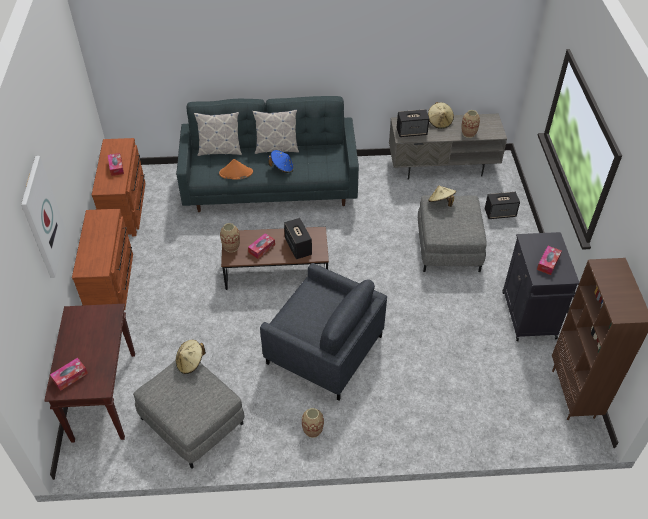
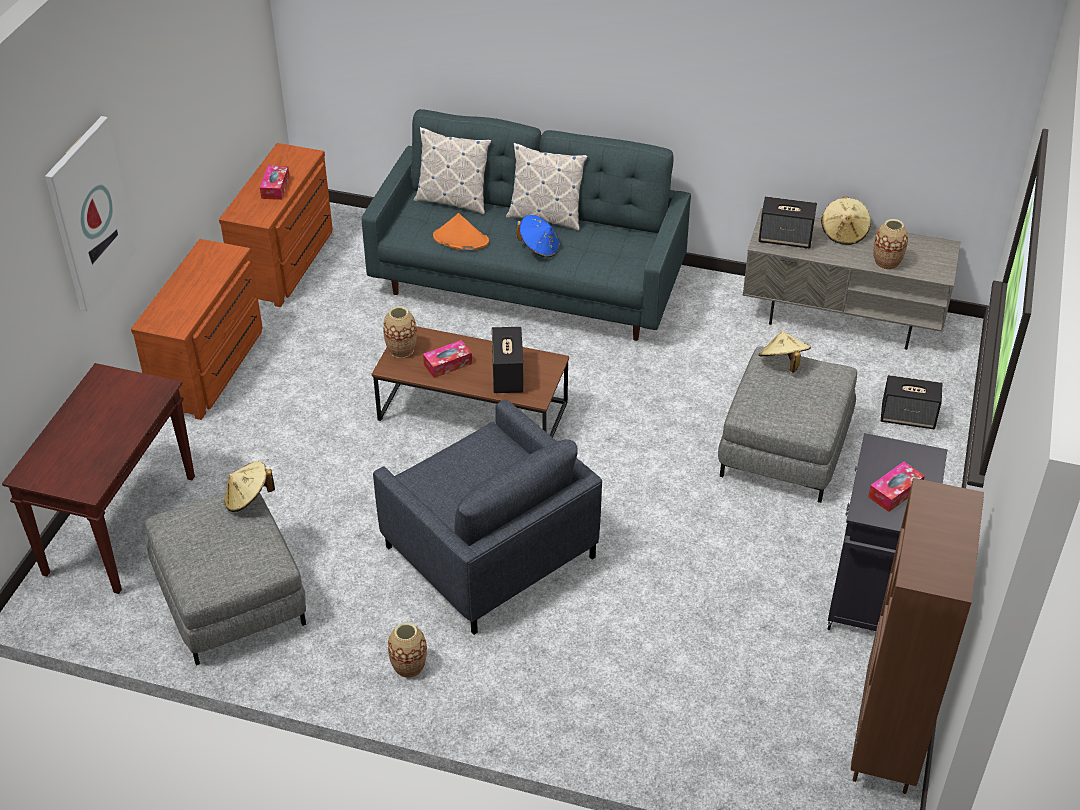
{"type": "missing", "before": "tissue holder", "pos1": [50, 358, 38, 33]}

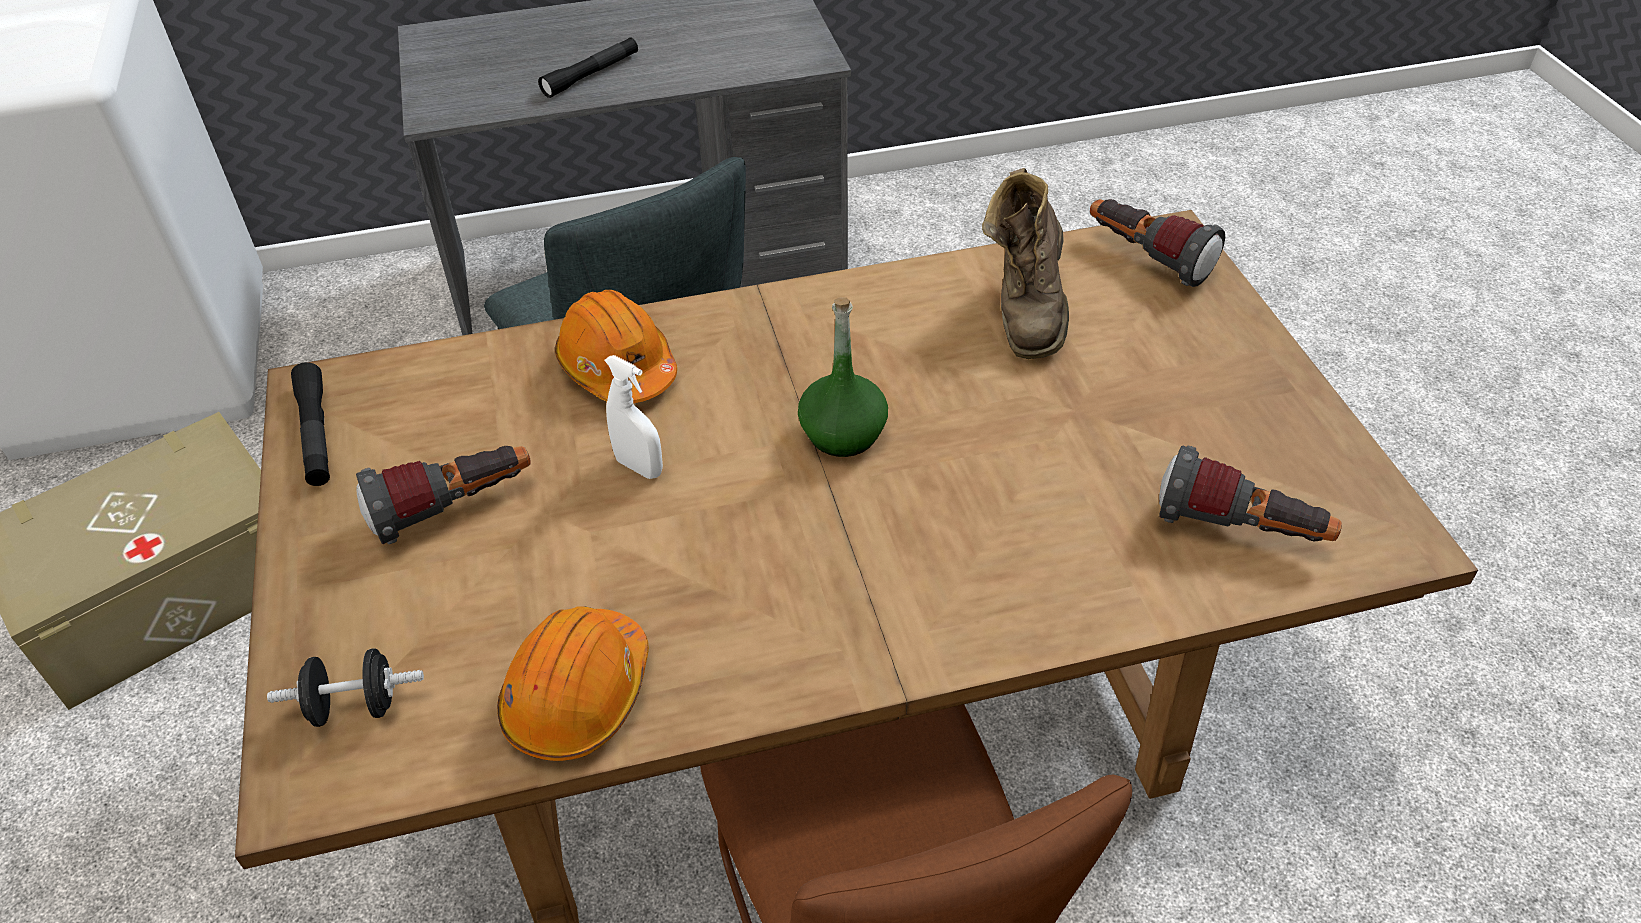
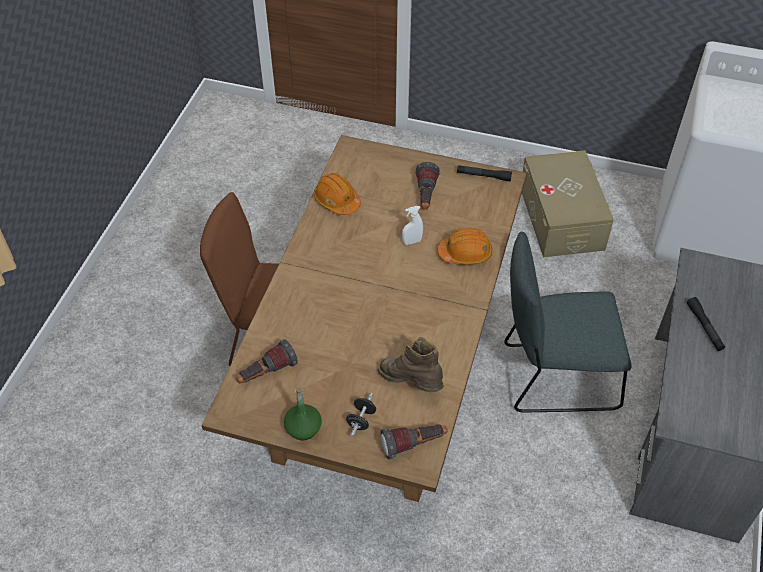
{"type": "relocated", "before": "black free weight", "pos1": [267, 648, 157, 79], "pos2": [346, 393, 30, 43]}
{"type": "relocated", "before": "greenish bottle", "pos1": [798, 297, 90, 160], "pos2": [284, 387, 38, 53]}

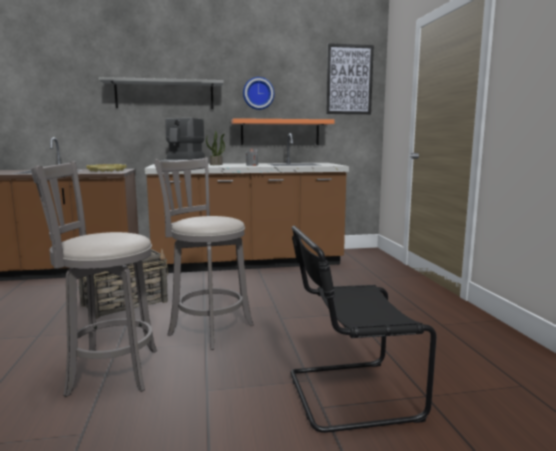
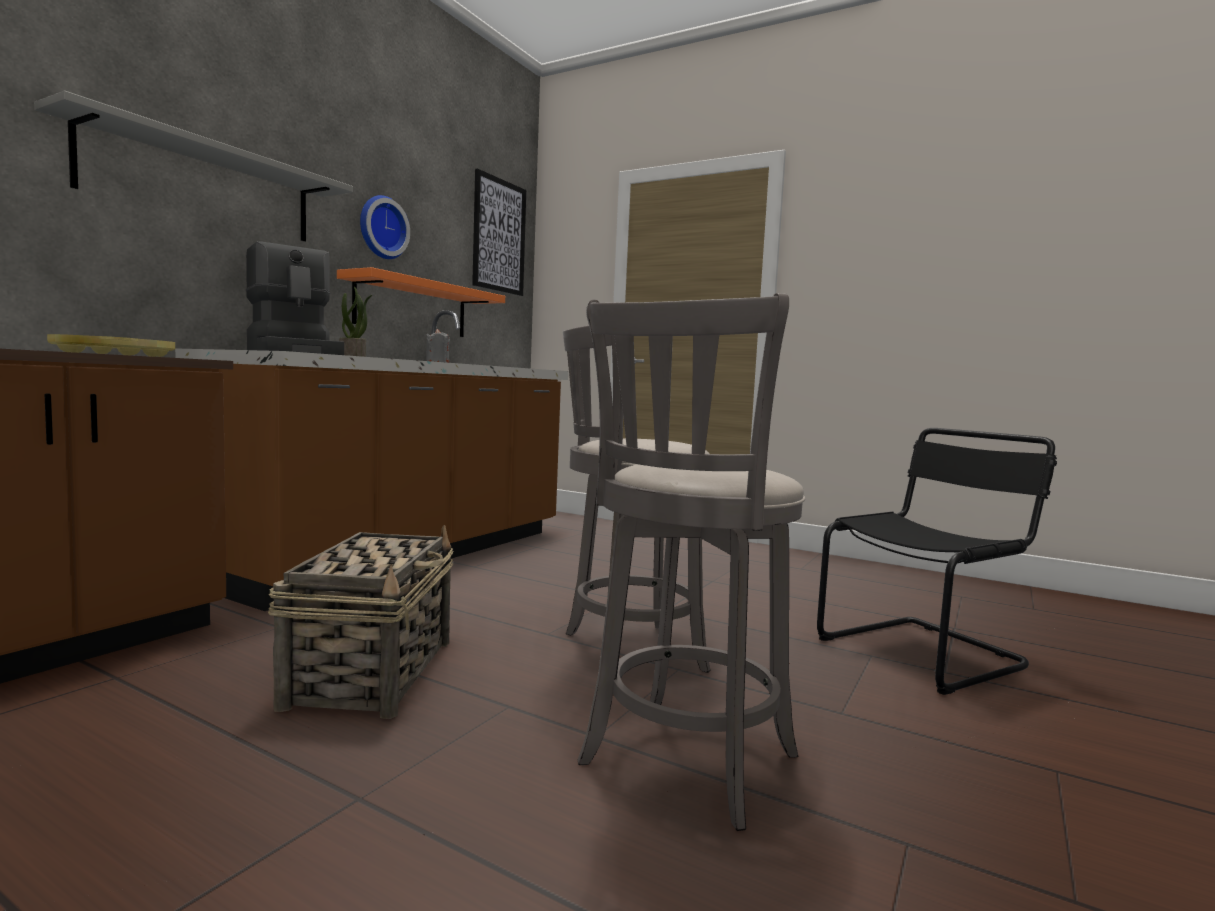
{"type": "spun", "before": "black chair", "pos1": [290, 226, 147, 207], "pos2": [817, 428, 240, 267], "turn": -150}

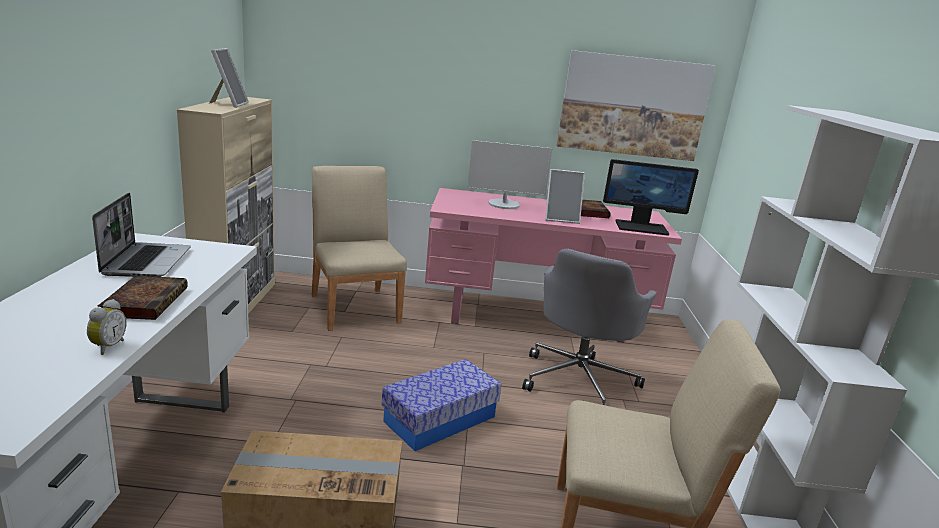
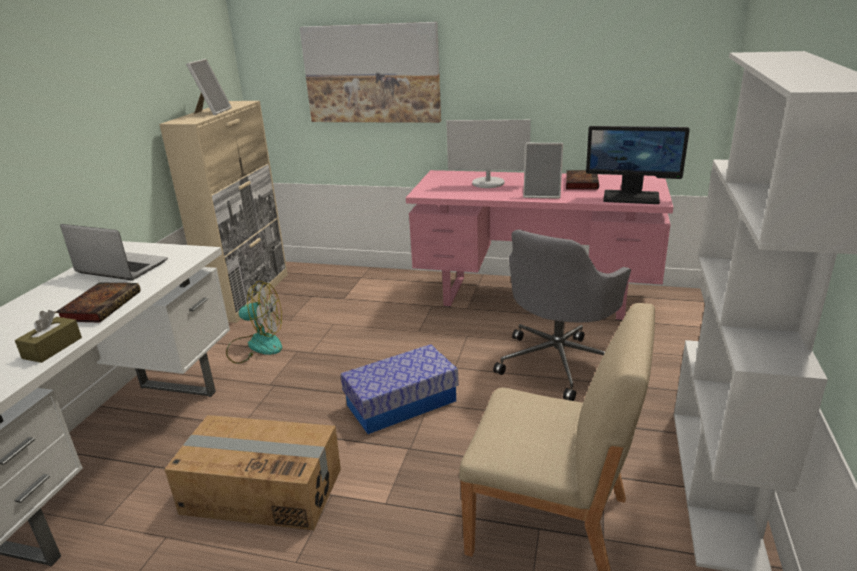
{"type": "exchanged", "before": "alarm clock", "after": "brown-coloured tissue holder", "pos1": [87, 299, 39, 56], "pos2": [15, 310, 67, 53]}
{"type": "spun", "before": "laptop", "pos1": [92, 193, 99, 84], "pos2": [60, 224, 108, 56], "turn": -75}
{"type": "missing", "before": "beige chair", "pos1": [312, 166, 95, 165]}
{"type": "relocated", "before": "wall picture", "pos1": [557, 50, 159, 111], "pos2": [300, 22, 141, 101]}
{"type": "appeared", "after": "cooling fan", "pos2": [226, 281, 56, 83]}

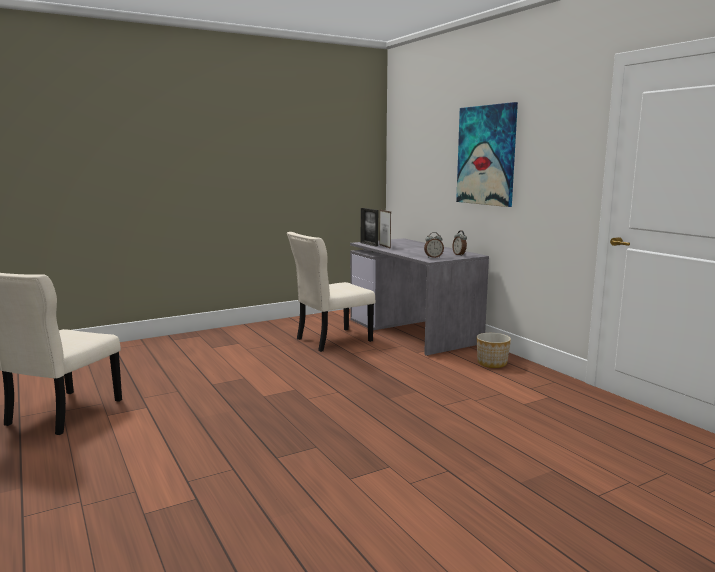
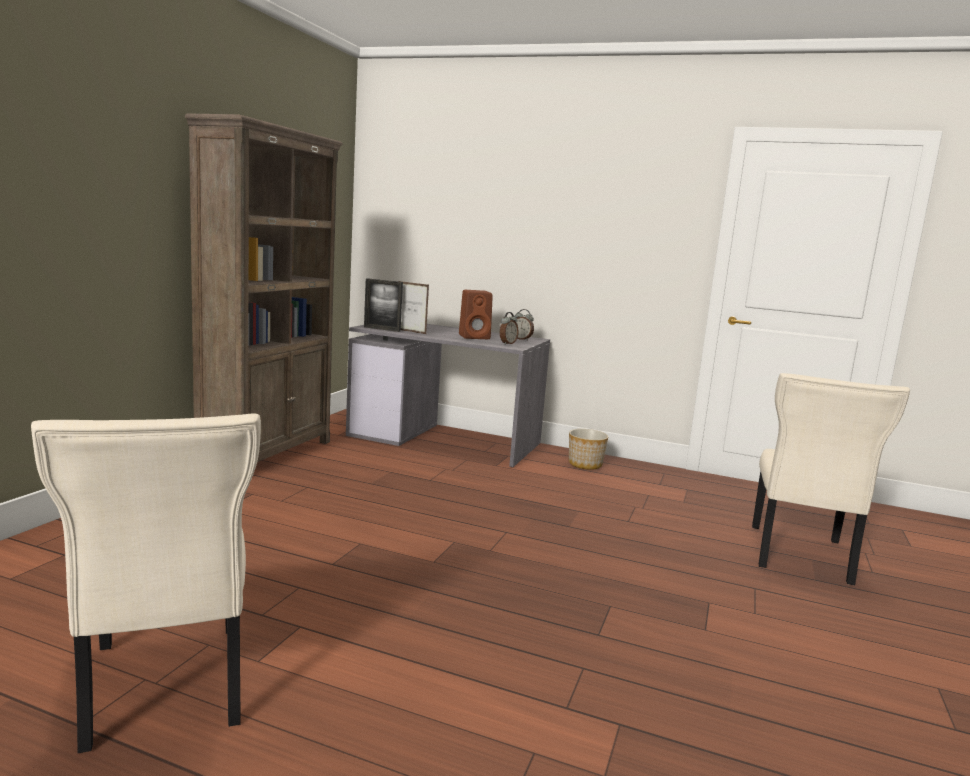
{"type": "relocated", "before": "beige chair", "pos1": [287, 232, 88, 120], "pos2": [752, 373, 158, 212]}
{"type": "missing", "before": "wall picture", "pos1": [456, 102, 62, 105]}
{"type": "appeared", "after": "brown-coloured shelving unit", "pos2": [185, 113, 158, 349]}
{"type": "appeared", "after": "brown-coloured speaker", "pos2": [459, 290, 33, 49]}

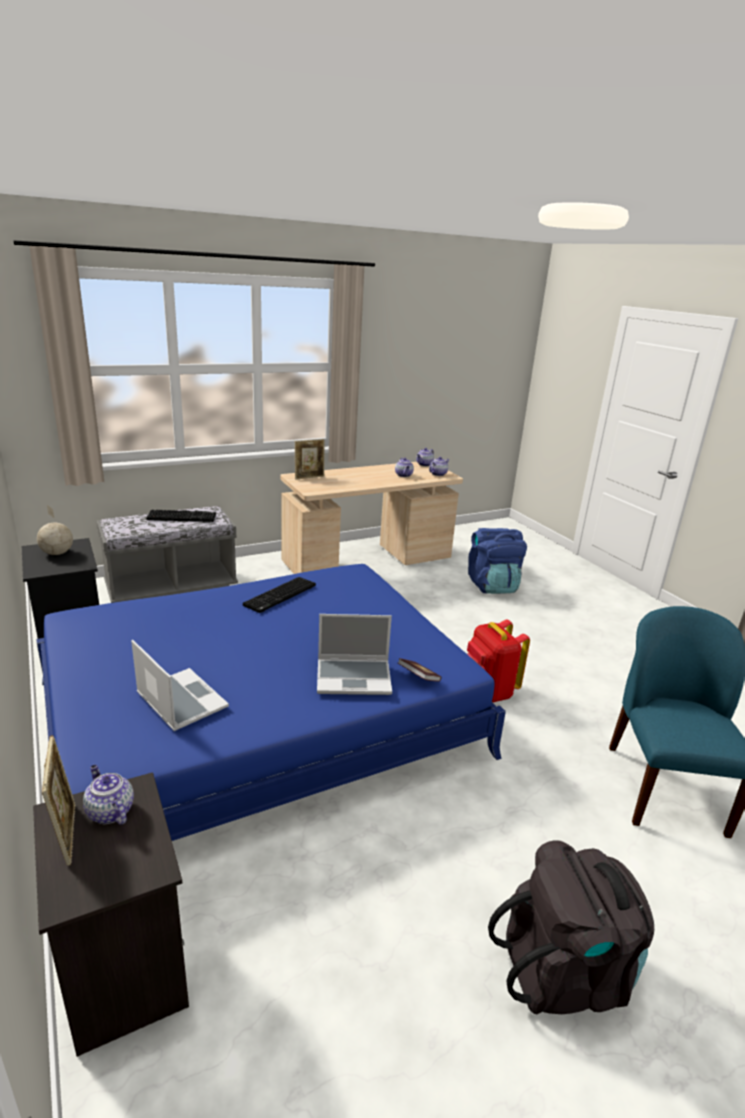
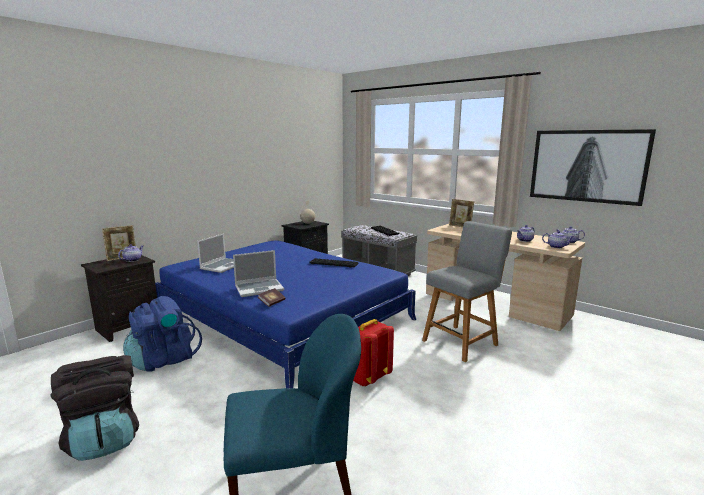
{"type": "spun", "before": "laptop", "pos1": [317, 614, 75, 81], "pos2": [233, 250, 51, 47], "turn": -90}
{"type": "relocated", "before": "blue-coloured rucksack", "pos1": [468, 528, 59, 66], "pos2": [123, 296, 79, 76]}
{"type": "appeared", "after": "grey chair", "pos2": [422, 221, 90, 141]}
{"type": "appeared", "after": "wall picture", "pos2": [530, 129, 126, 77]}

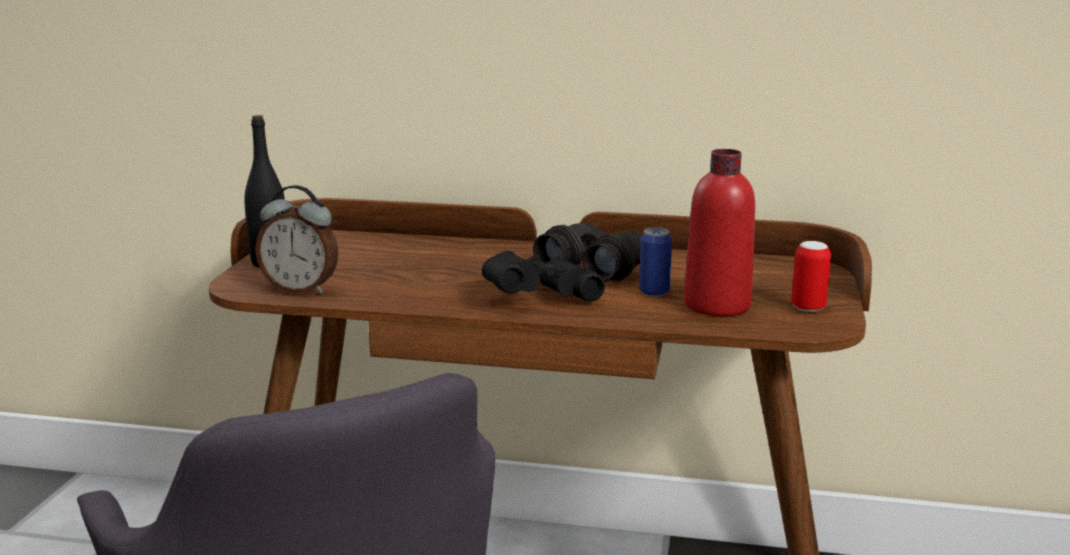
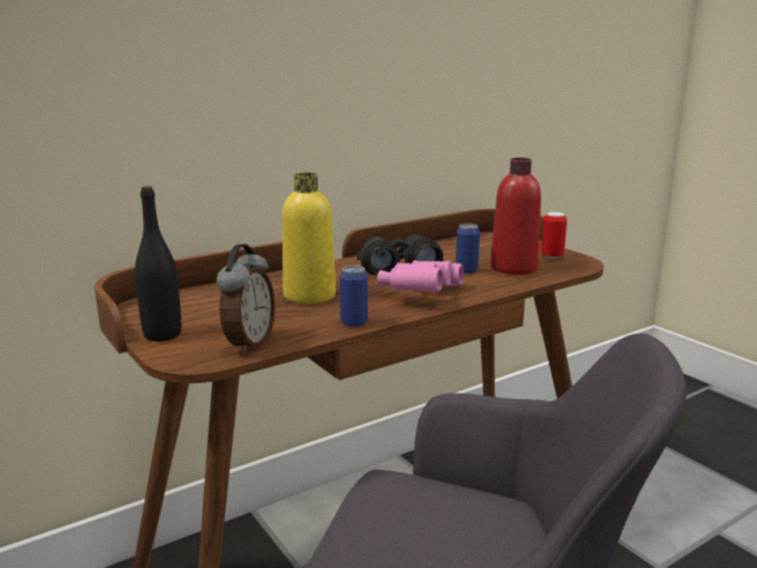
{"type": "spun", "before": "alarm clock", "pos1": [255, 185, 84, 109], "pos2": [216, 244, 59, 110], "turn": -45}
{"type": "colour", "before": "black pair of binoculars", "after": "pinkish pair of binoculars", "pos1": [482, 251, 123, 51], "pos2": [377, 260, 87, 32]}
{"type": "appeared", "after": "yellowish bottle", "pos2": [282, 172, 54, 132]}
{"type": "appeared", "after": "metal can", "pos2": [340, 265, 28, 62]}

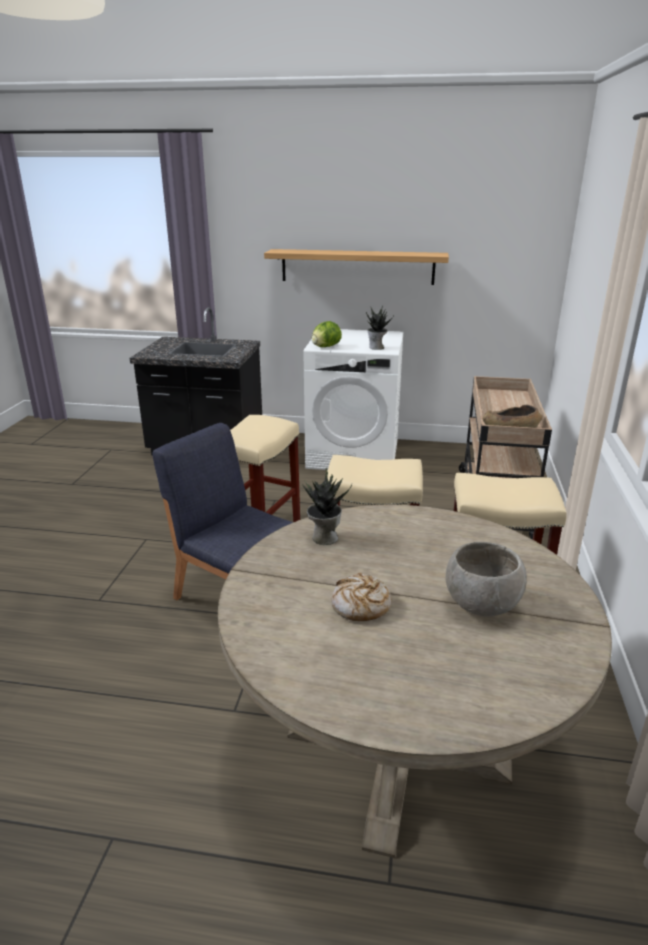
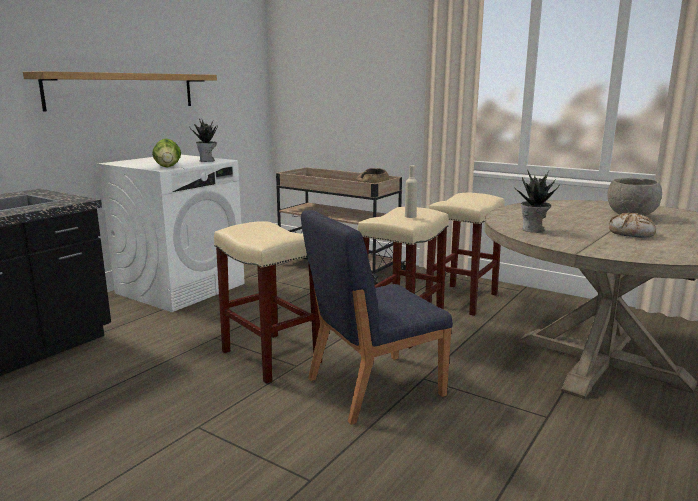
{"type": "appeared", "after": "beige bottle", "pos2": [405, 166, 13, 52]}

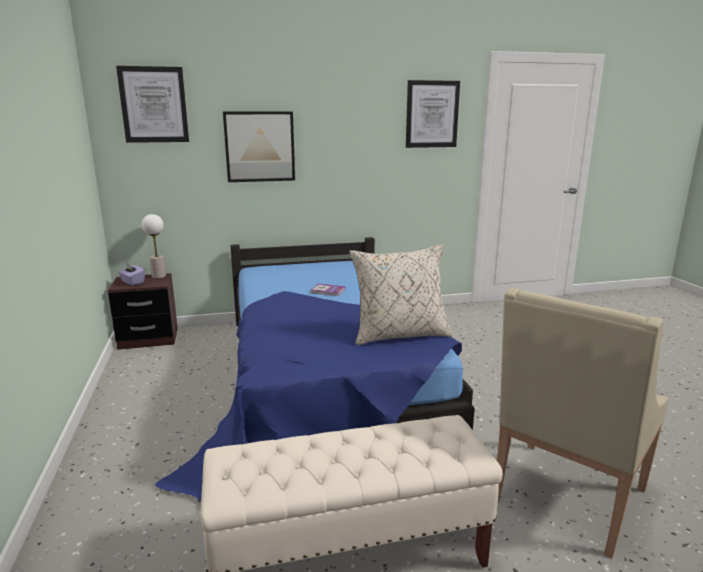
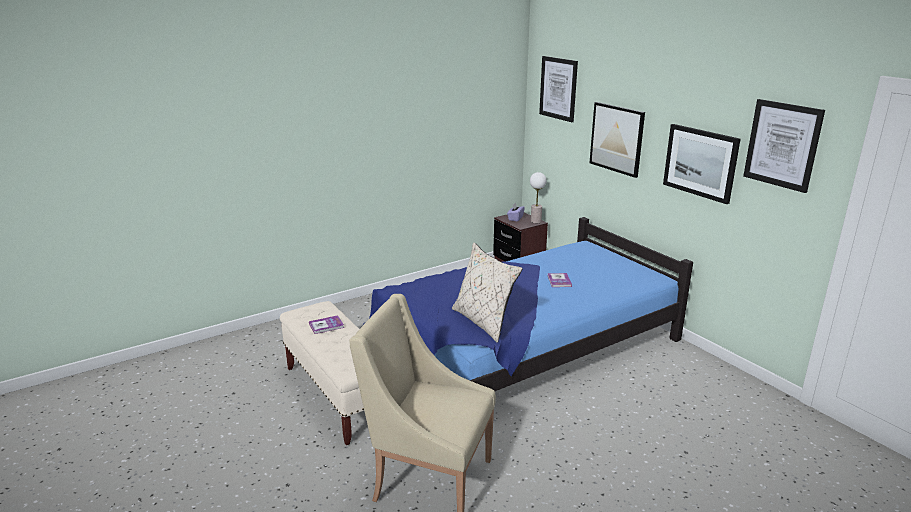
{"type": "appeared", "after": "bound book", "pos2": [309, 315, 35, 19]}
{"type": "appeared", "after": "wall picture", "pos2": [663, 124, 78, 80]}

